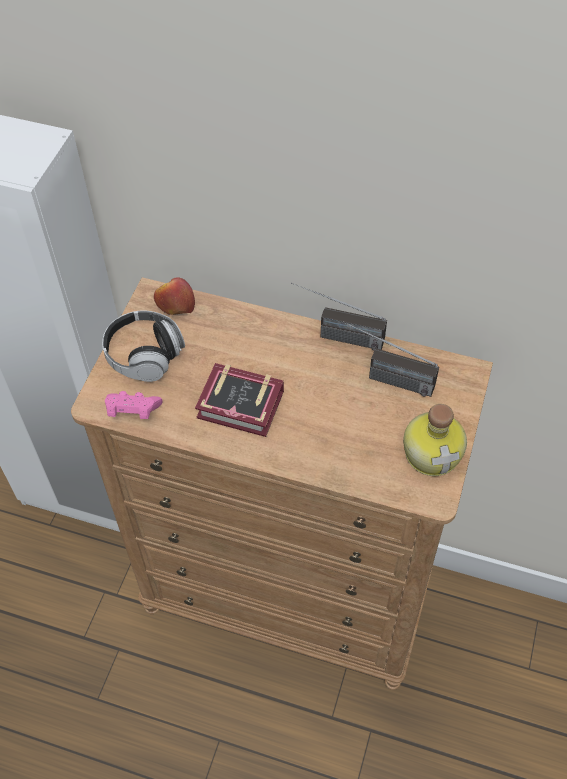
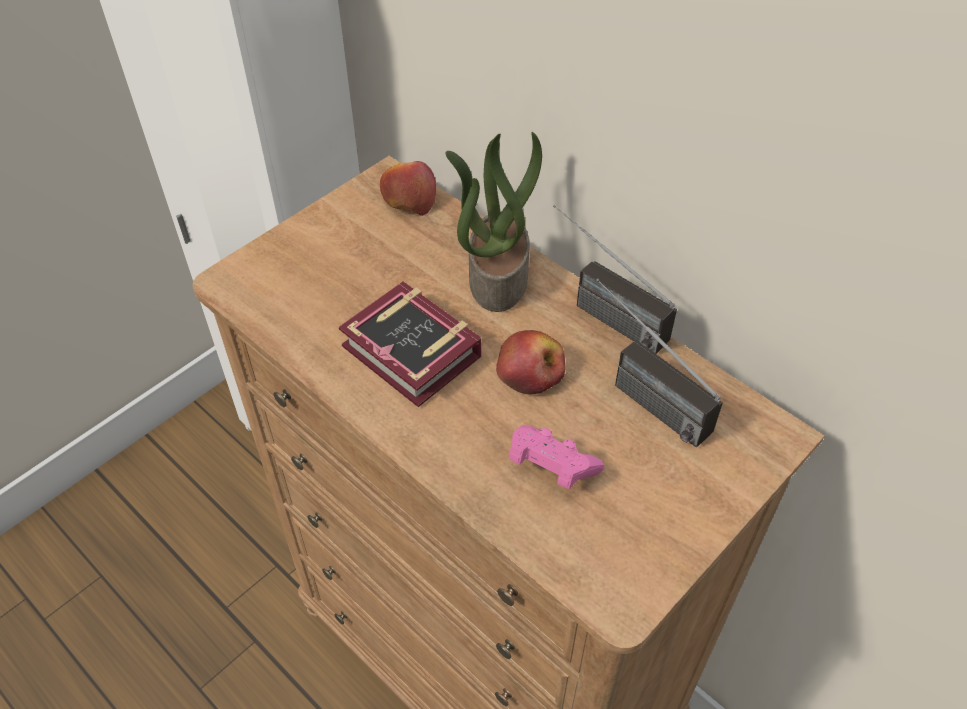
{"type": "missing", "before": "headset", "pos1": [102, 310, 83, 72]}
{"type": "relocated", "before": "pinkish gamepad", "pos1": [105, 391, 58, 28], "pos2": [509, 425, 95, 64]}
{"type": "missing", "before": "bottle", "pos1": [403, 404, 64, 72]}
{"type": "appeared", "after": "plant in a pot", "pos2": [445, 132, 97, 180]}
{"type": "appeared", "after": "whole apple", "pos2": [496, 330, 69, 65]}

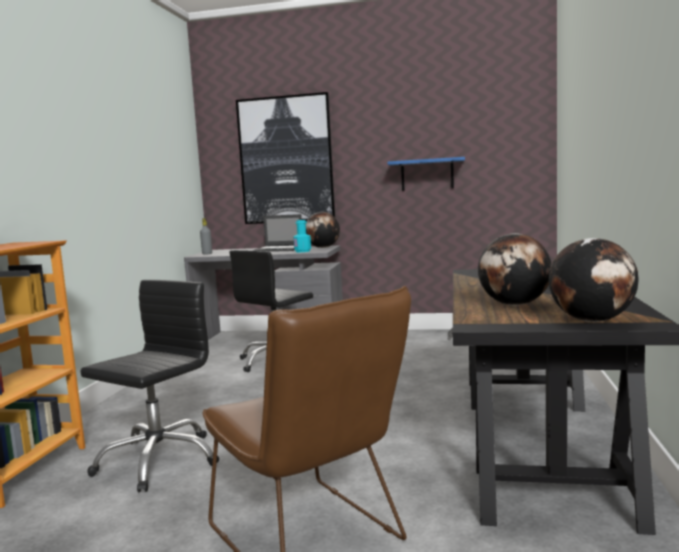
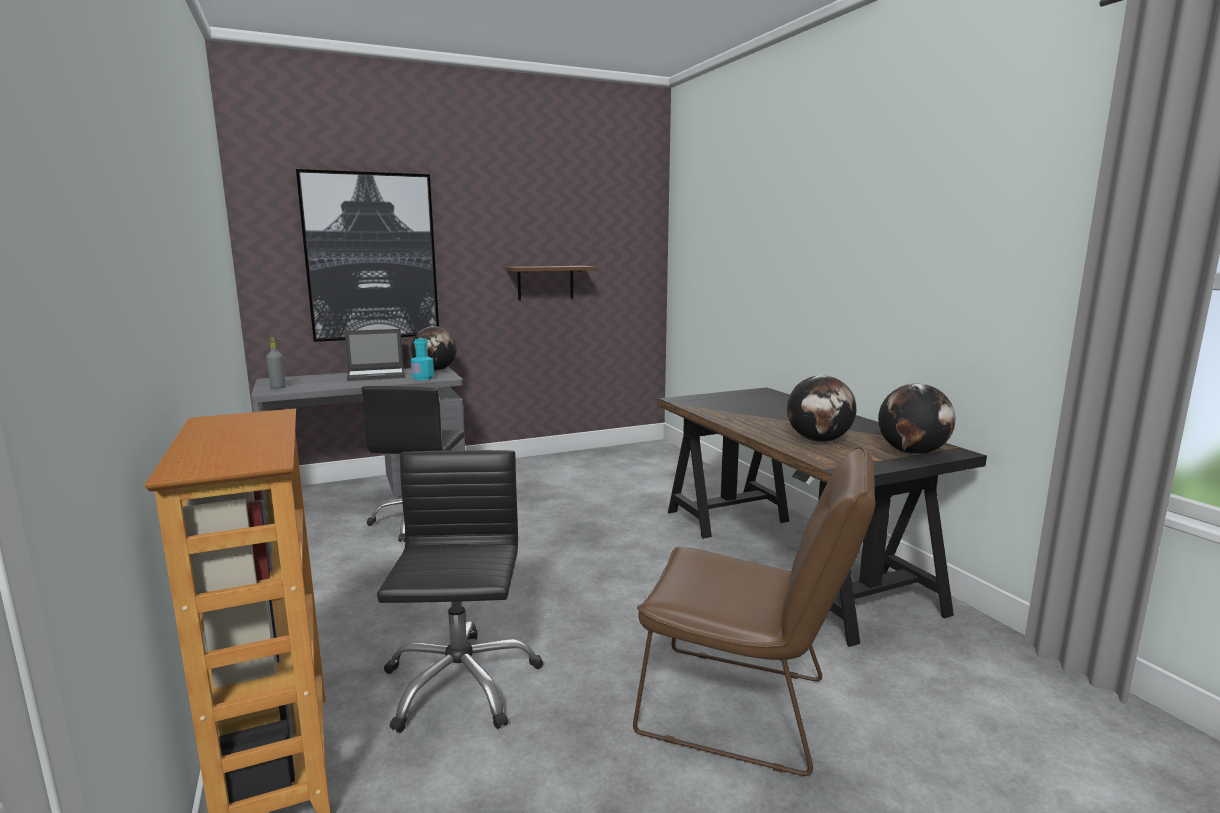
{"type": "colour", "before": "blue-coloured bracket shelf", "after": "brown-coloured bracket shelf", "pos1": [387, 157, 78, 34], "pos2": [505, 266, 91, 34]}

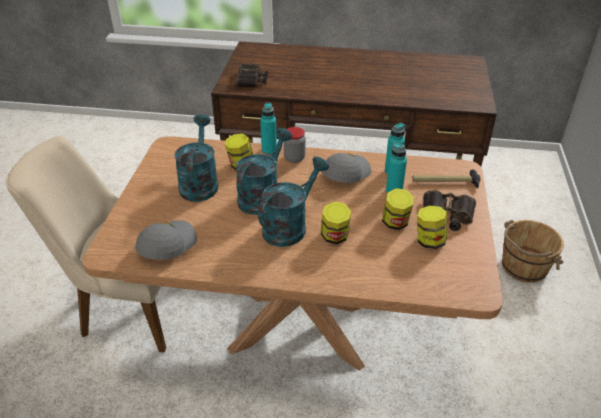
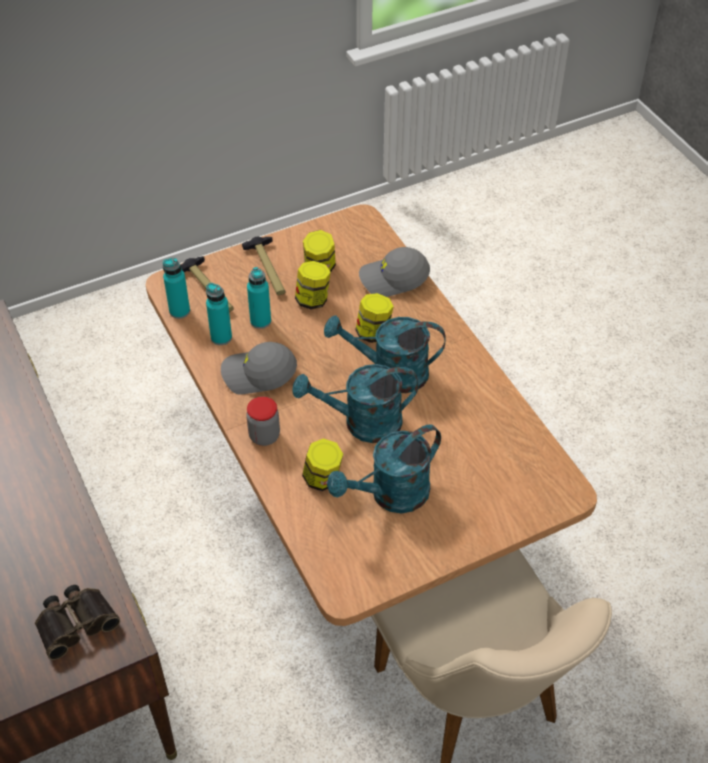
{"type": "relocated", "before": "grey baseball cap", "pos1": [135, 220, 62, 40], "pos2": [359, 247, 71, 50]}
{"type": "relocated", "before": "turquoise bottle", "pos1": [260, 102, 17, 53], "pos2": [163, 258, 27, 61]}
{"type": "exchanged", "before": "pair of binoculars", "after": "hand hammer", "pos1": [423, 190, 53, 41], "pos2": [242, 237, 43, 58]}
{"type": "missing", "before": "brown-coloured water bucket", "pos1": [502, 220, 62, 63]}

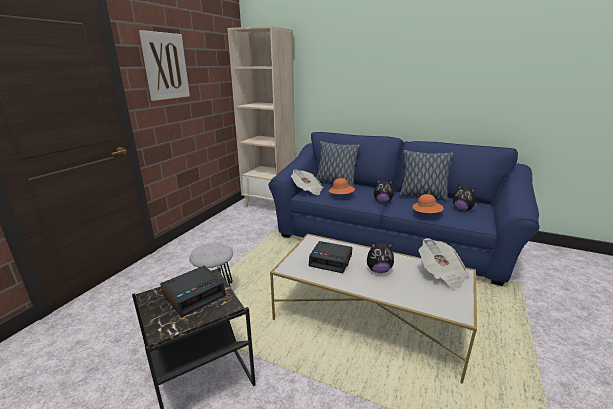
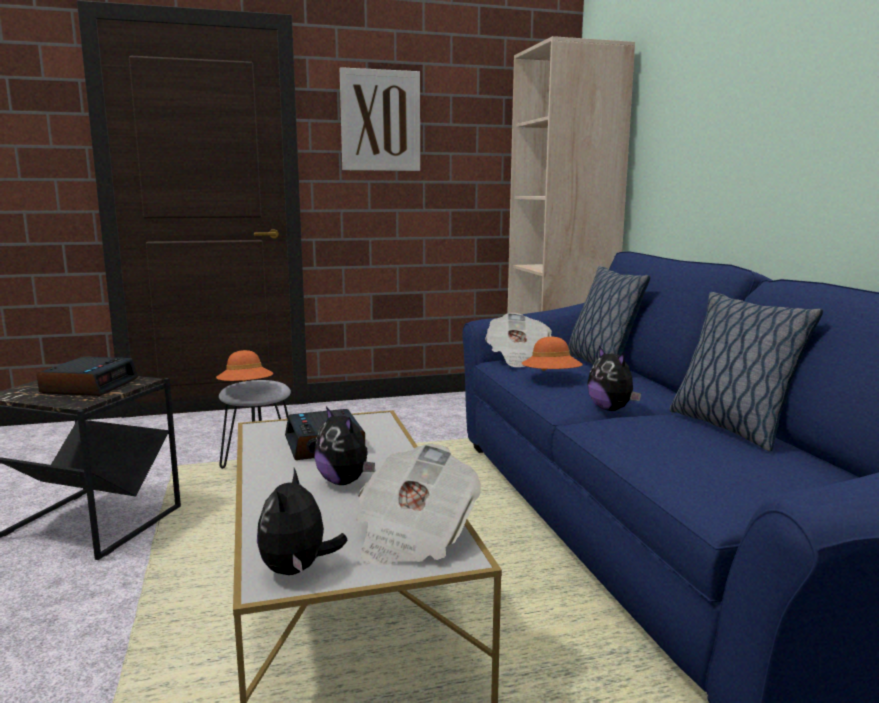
{"type": "spun", "before": "alarm clock", "pos1": [160, 266, 66, 51], "pos2": [37, 356, 101, 40], "turn": -90}
{"type": "relocated", "before": "orange wearable hat", "pos1": [412, 194, 32, 19], "pos2": [216, 350, 57, 32]}
{"type": "relocated", "before": "plush toy", "pos1": [453, 185, 26, 26], "pos2": [257, 468, 91, 107]}

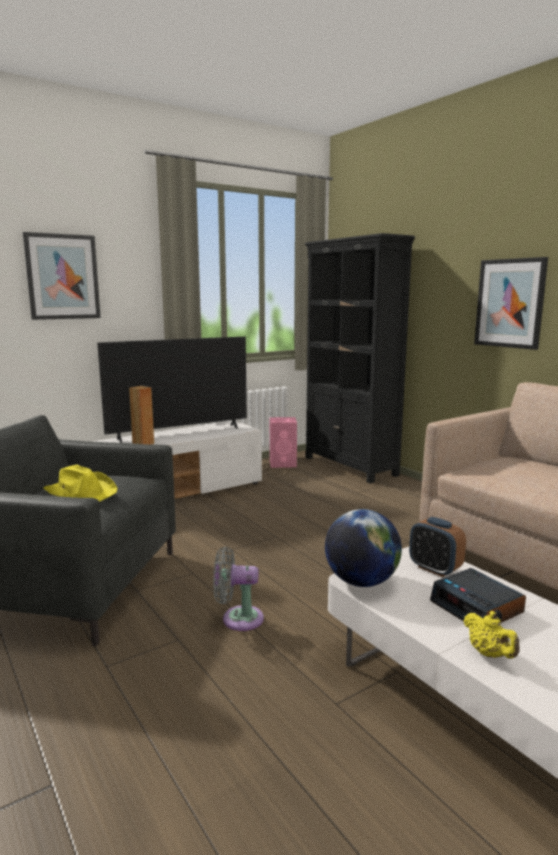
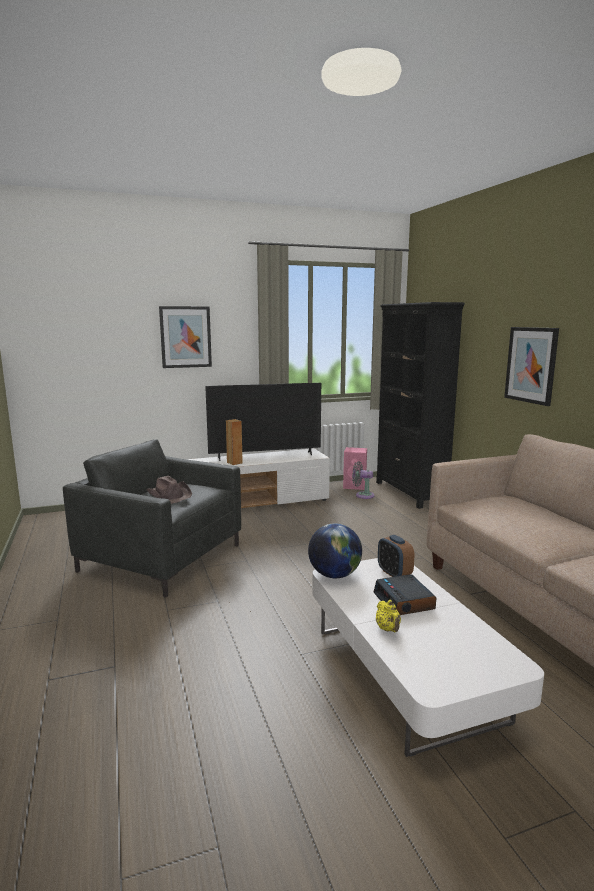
{"type": "colour", "before": "yellowish wearable hat", "after": "brown-coloured wearable hat", "pos1": [43, 465, 75, 37], "pos2": [147, 476, 45, 28]}
{"type": "relocated", "before": "grey cooling fan", "pos1": [213, 547, 51, 84], "pos2": [352, 461, 23, 38]}

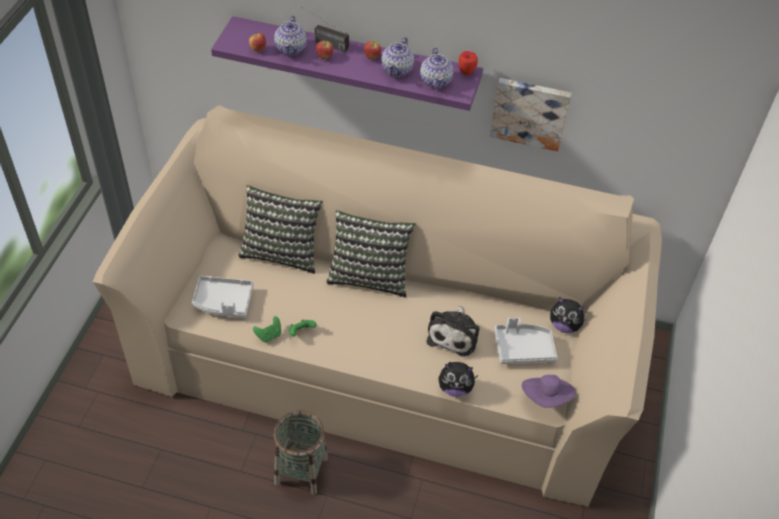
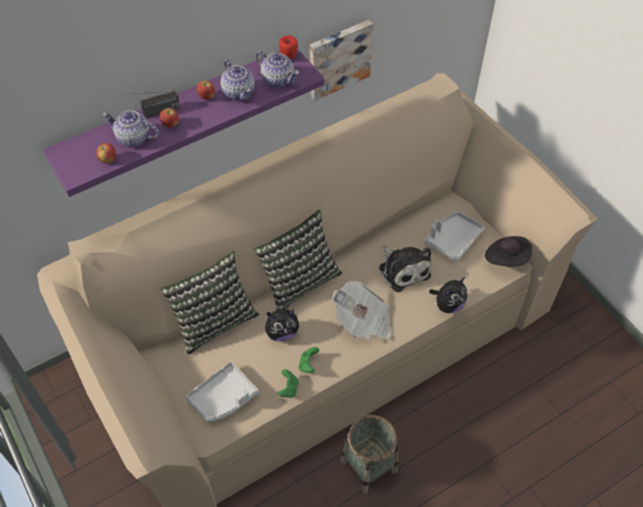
{"type": "spun", "before": "pot for tea", "pos1": [274, 16, 33, 40], "pos2": [102, 110, 57, 37], "turn": 150}
{"type": "colour", "before": "purplish wearable hat", "after": "black wearable hat", "pos1": [522, 375, 54, 33], "pos2": [485, 236, 47, 30]}
{"type": "relocated", "before": "plush toy", "pos1": [550, 297, 37, 36], "pos2": [265, 309, 34, 33]}
{"type": "appeared", "after": "daily paper", "pos2": [332, 281, 59, 59]}

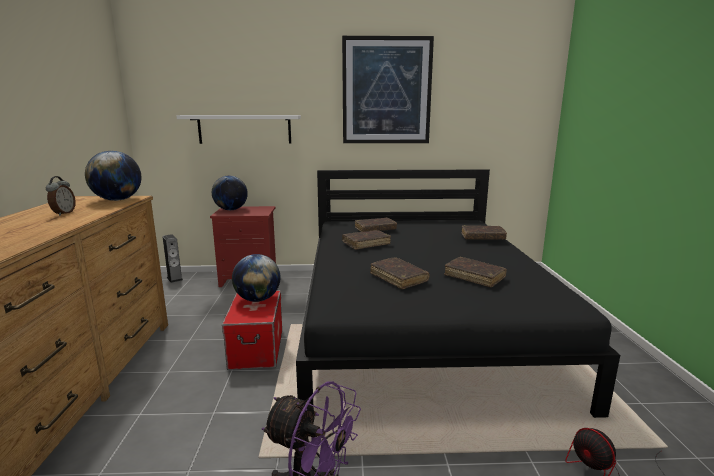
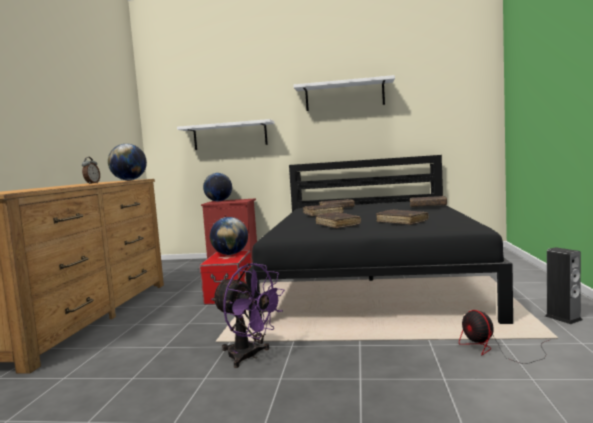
{"type": "relocated", "before": "speaker", "pos1": [163, 234, 20, 49], "pos2": [545, 247, 37, 77]}
{"type": "exchanged", "before": "wall picture", "after": "whitish bracket shelf", "pos1": [342, 36, 92, 107], "pos2": [293, 75, 102, 36]}

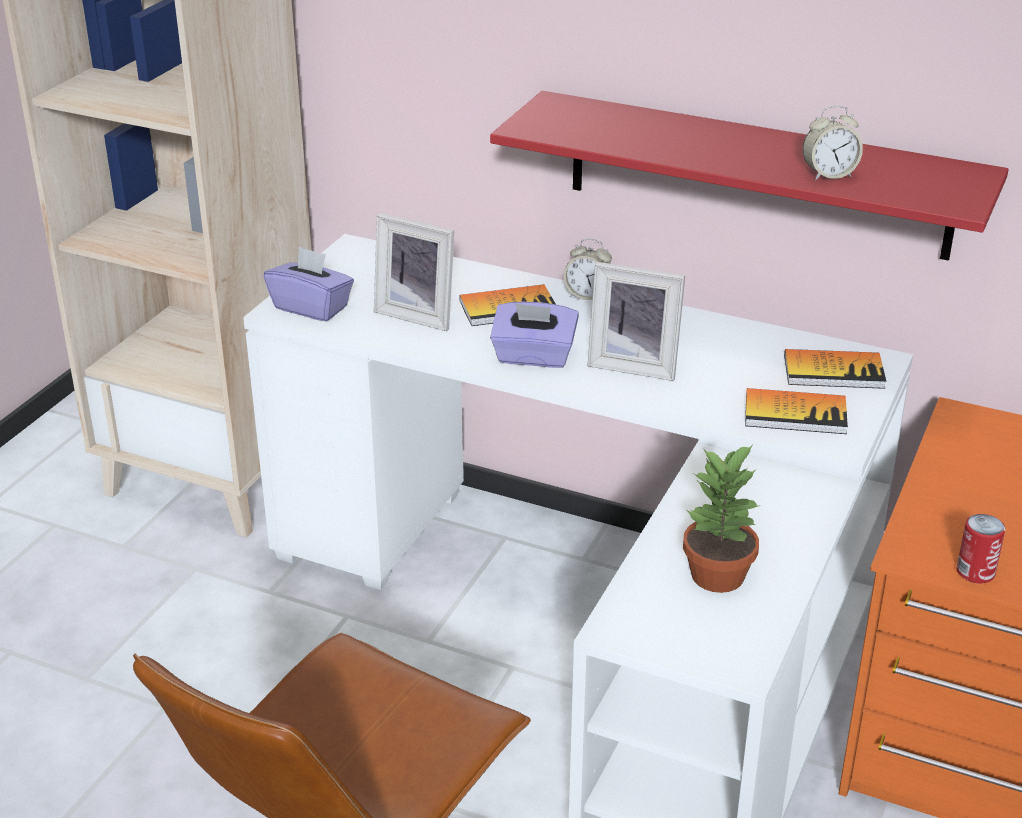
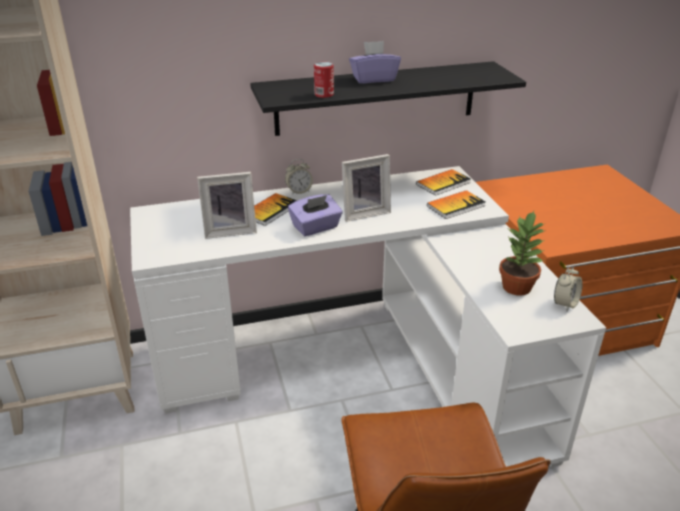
{"type": "relocated", "before": "purplish tissue holder", "pos1": [263, 246, 91, 76], "pos2": [349, 41, 52, 42]}
{"type": "colour", "before": "red bracket shelf", "after": "black bracket shelf", "pos1": [490, 91, 519, 170], "pos2": [250, 61, 276, 75]}
{"type": "relocated", "before": "alarm clock", "pos1": [803, 105, 60, 76], "pos2": [554, 265, 29, 46]}
{"type": "relocated", "before": "metal can", "pos1": [957, 514, 48, 69], "pos2": [314, 62, 20, 36]}

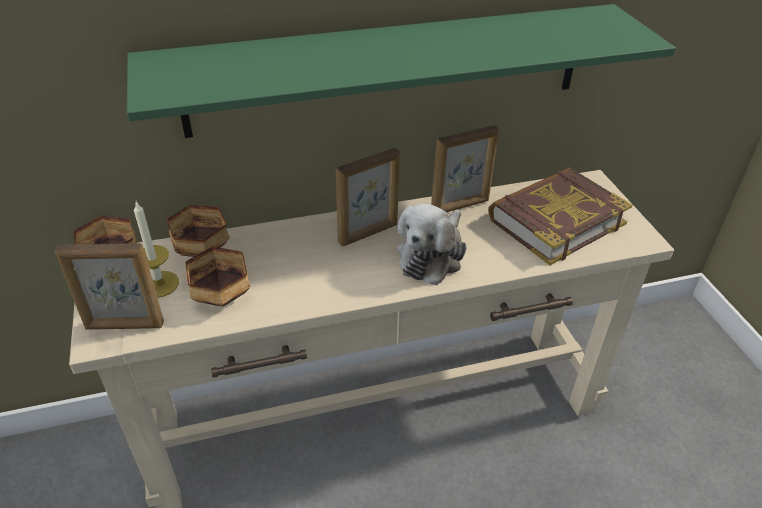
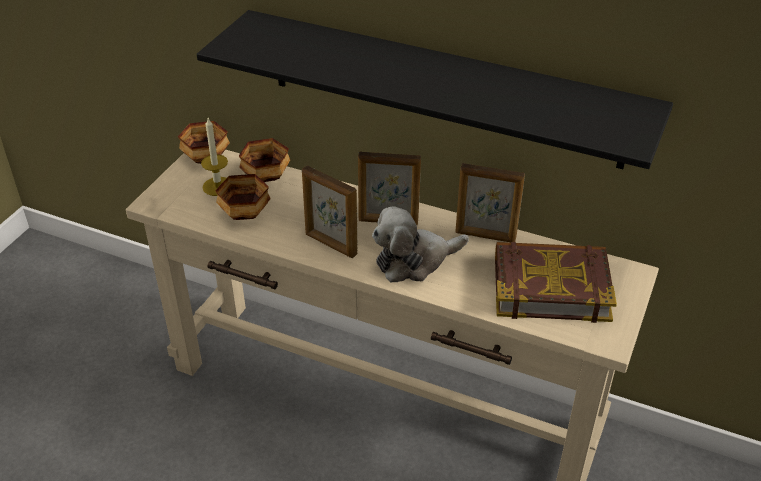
{"type": "relocated", "before": "picture frame", "pos1": [55, 243, 109, 87], "pos2": [302, 166, 56, 92]}
{"type": "colour", "before": "greenish bracket shelf", "after": "black bracket shelf", "pos1": [127, 4, 549, 134], "pos2": [197, 10, 476, 159]}

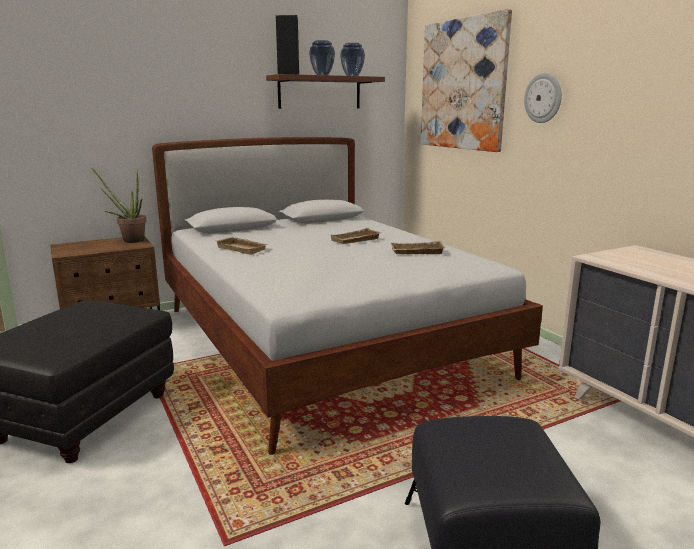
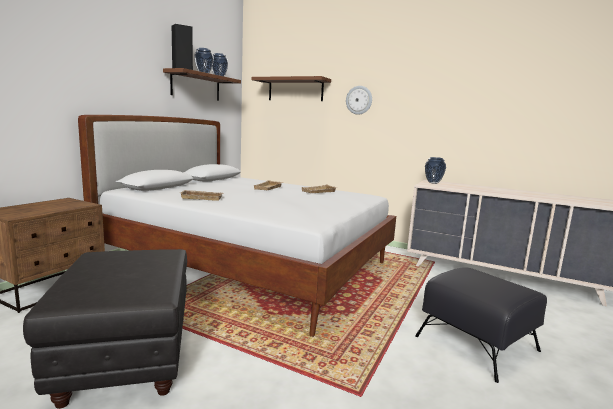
{"type": "missing", "before": "plant in a pot", "pos1": [92, 168, 55, 75]}
{"type": "exchanged", "before": "wall picture", "after": "brown-coloured bracket shelf", "pos1": [421, 9, 91, 143], "pos2": [252, 76, 79, 25]}
{"type": "appeared", "after": "flower vase", "pos2": [425, 157, 21, 27]}

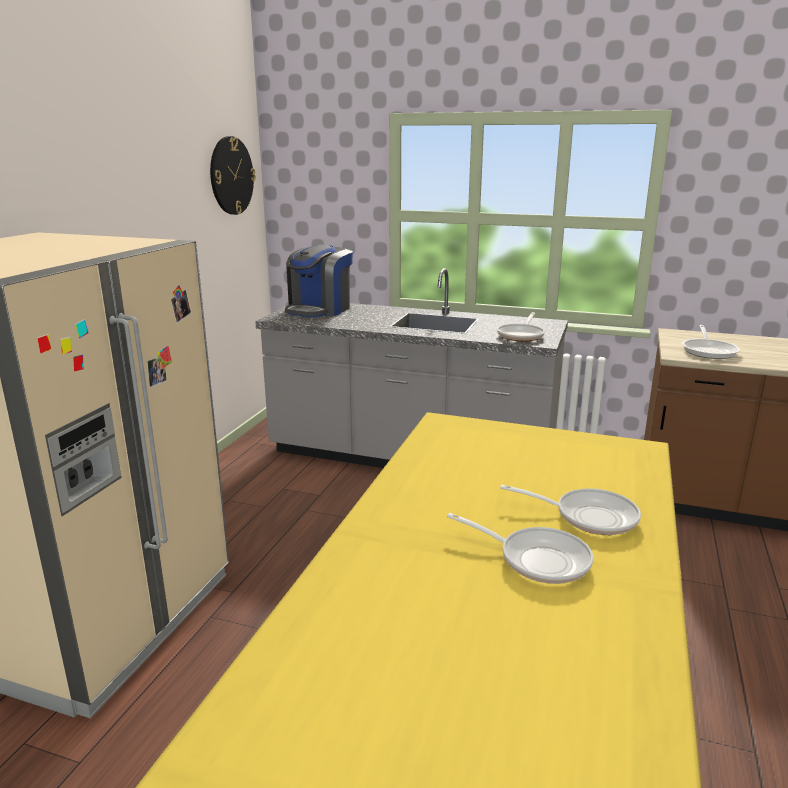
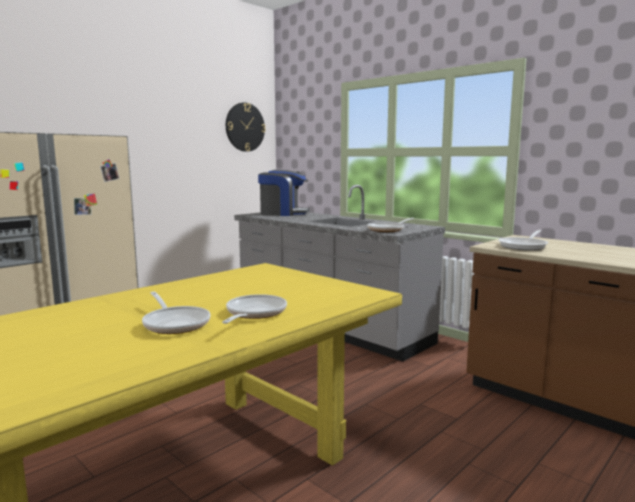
{"type": "spun", "before": "coffee maker", "pos1": [285, 245, 68, 73], "pos2": [258, 170, 52, 46], "turn": -135}
{"type": "spun", "before": "skillet", "pos1": [500, 485, 141, 50], "pos2": [222, 294, 65, 30], "turn": -120}

